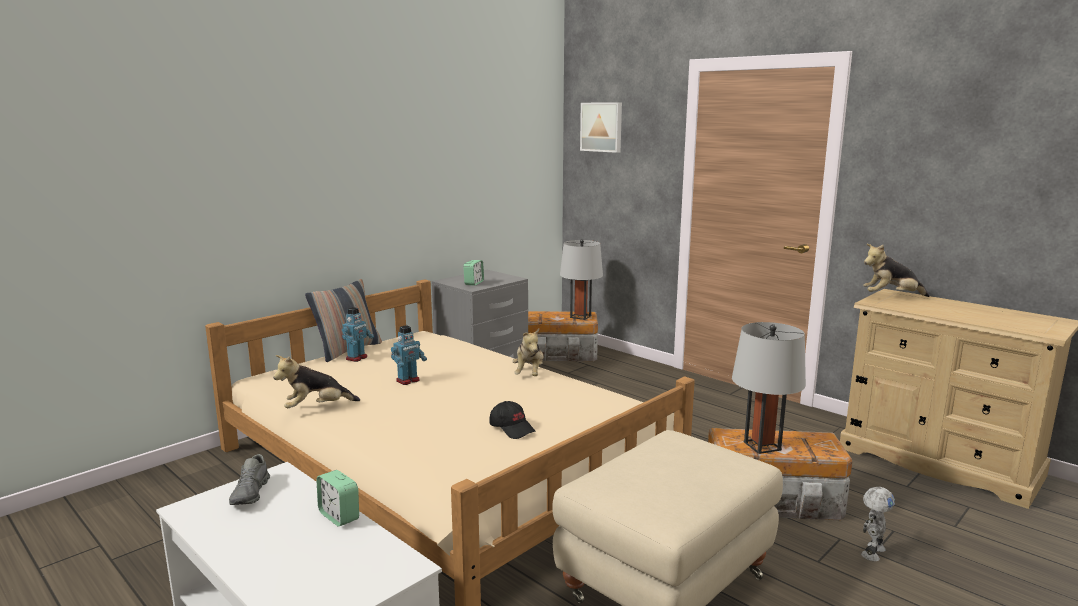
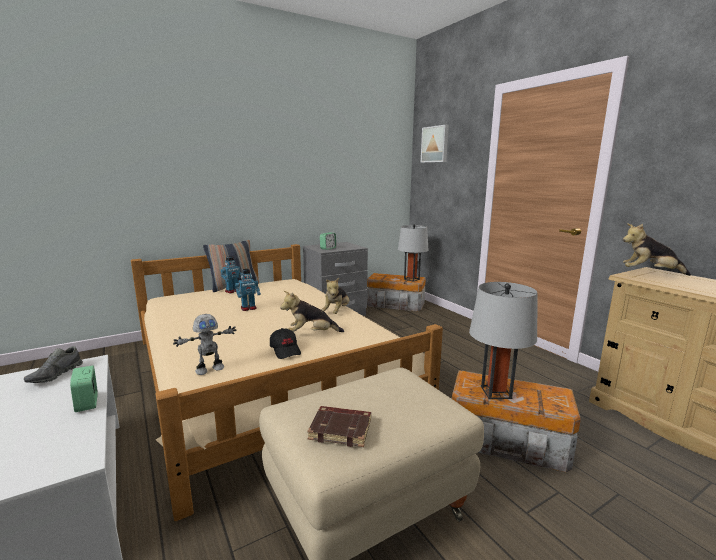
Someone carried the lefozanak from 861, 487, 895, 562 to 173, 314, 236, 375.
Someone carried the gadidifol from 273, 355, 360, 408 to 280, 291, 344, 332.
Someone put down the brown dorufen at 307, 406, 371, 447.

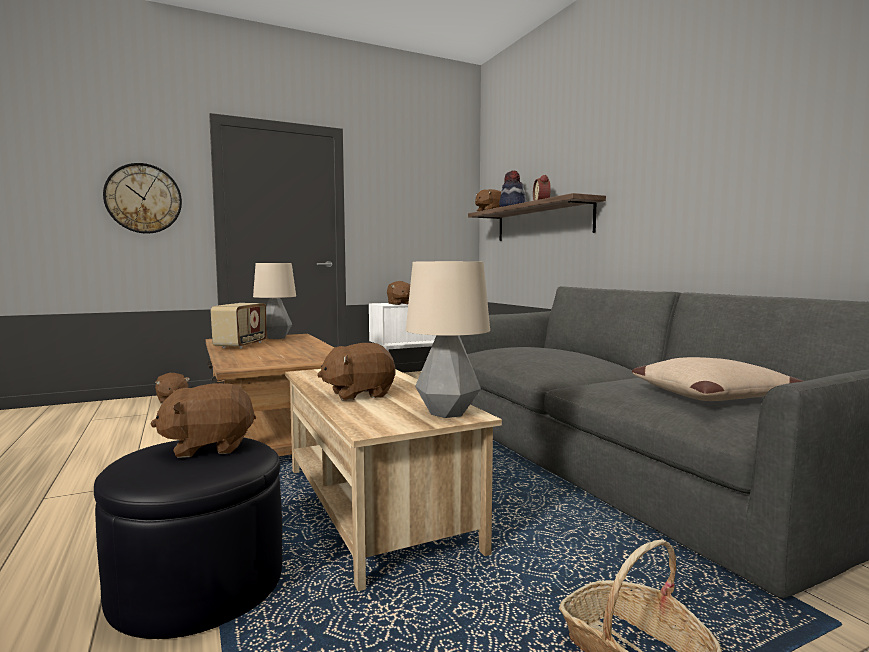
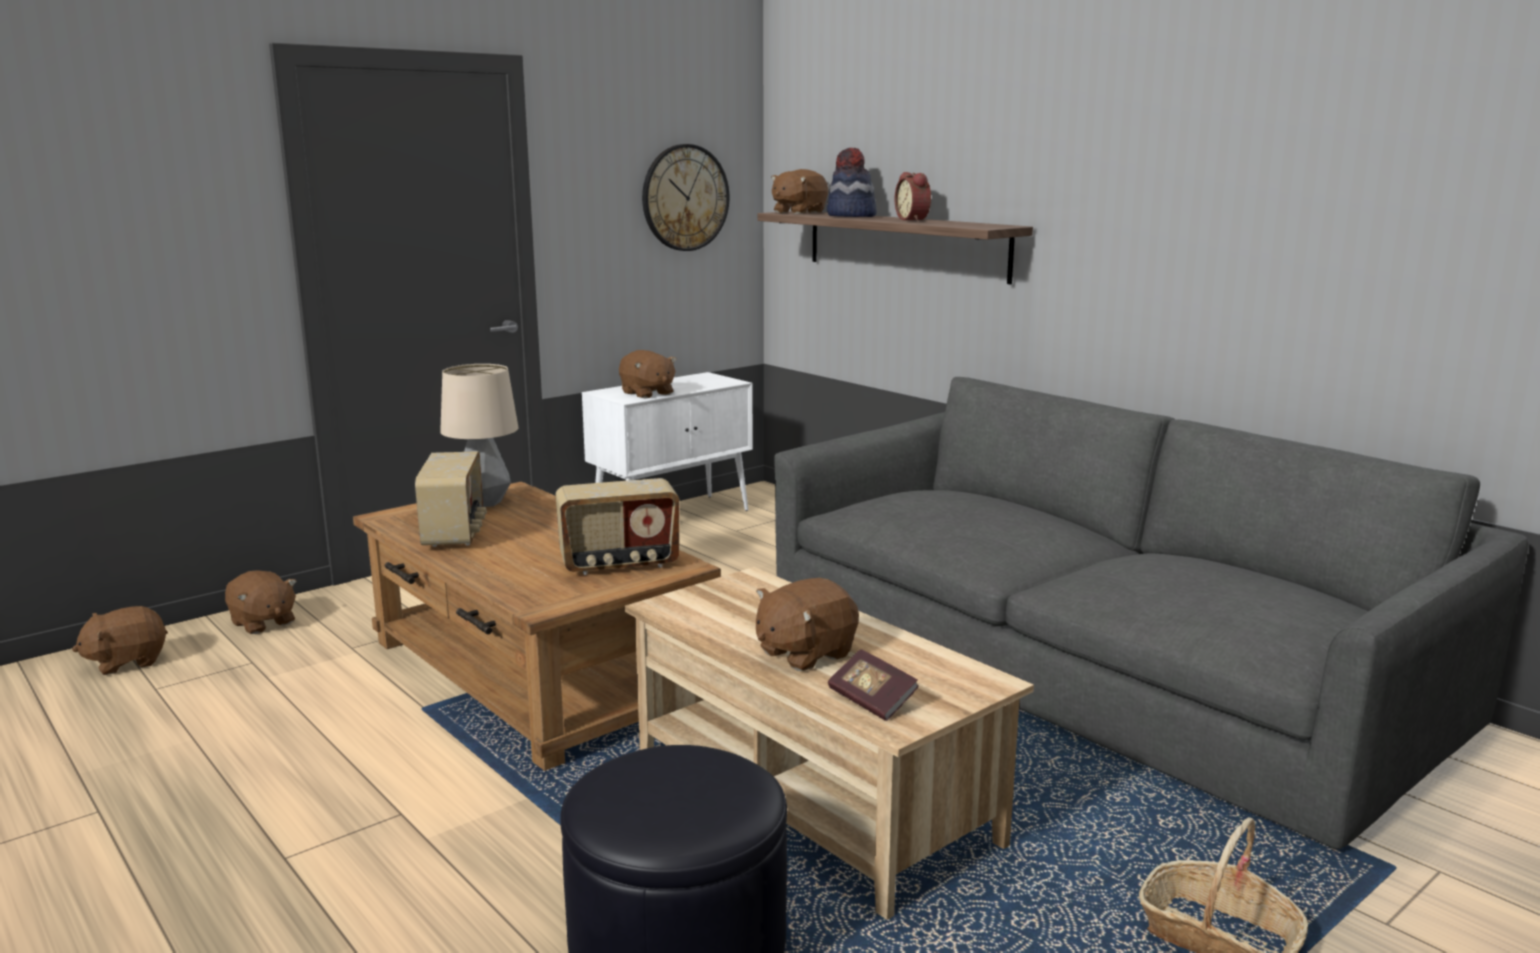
Someone carried the brown gadidifol from 151, 383, 256, 458 to 72, 606, 168, 675.
Someone put down the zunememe at 555, 478, 679, 575.
Someone carried the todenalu from 103, 163, 182, 234 to 642, 144, 729, 251.
Someone put down the dorufen at 828, 649, 919, 721.
Someone took away the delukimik at 406, 261, 490, 418.
Someone took away the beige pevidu at 632, 357, 803, 401.

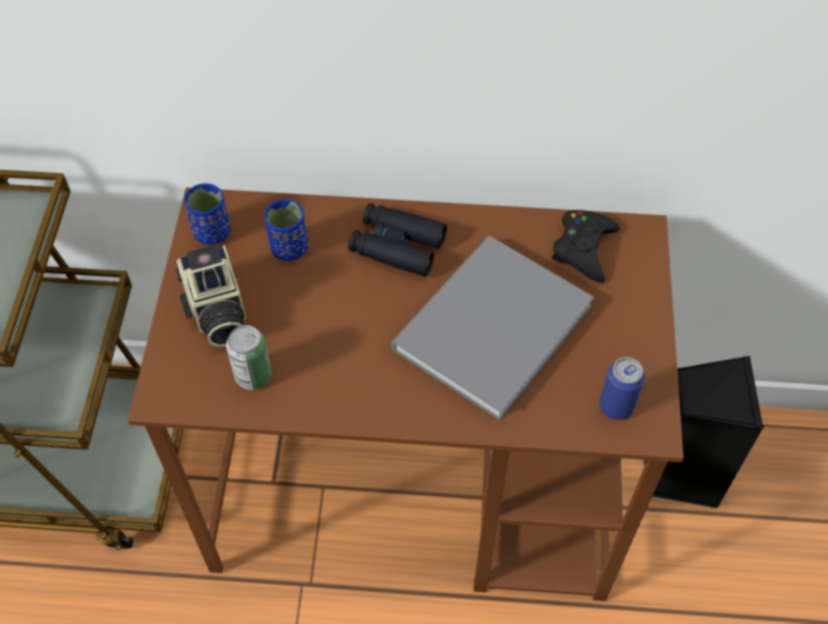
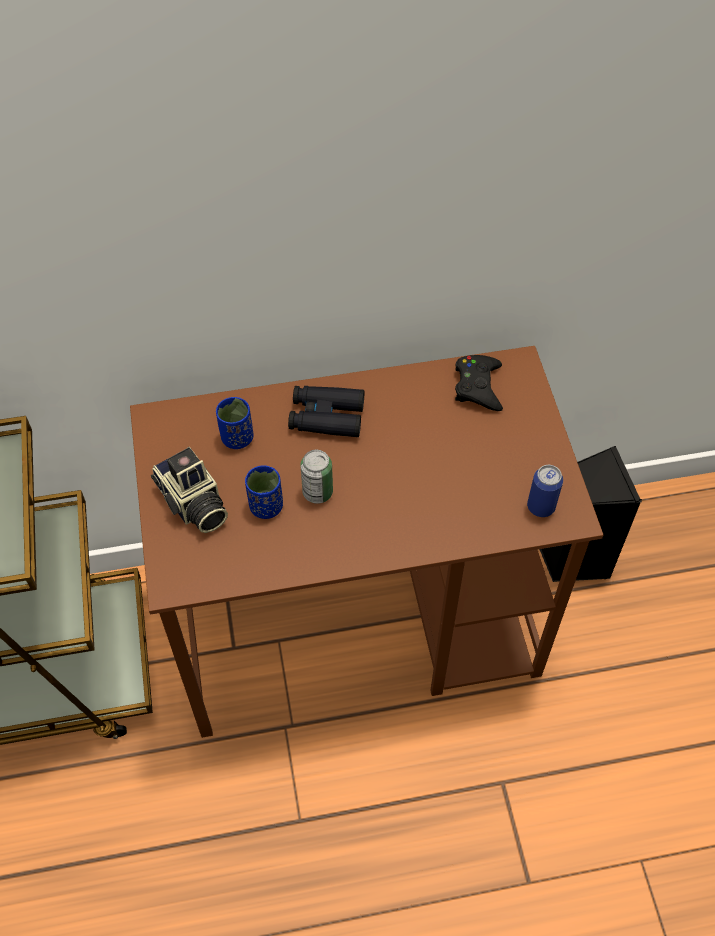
Someone carried the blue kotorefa from 184, 183, 230, 245 to 245, 465, 283, 519.
Someone carried the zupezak from 226, 325, 272, 390 to 300, 450, 333, 504.
Someone took away the grey dorufen at 391, 236, 594, 420.

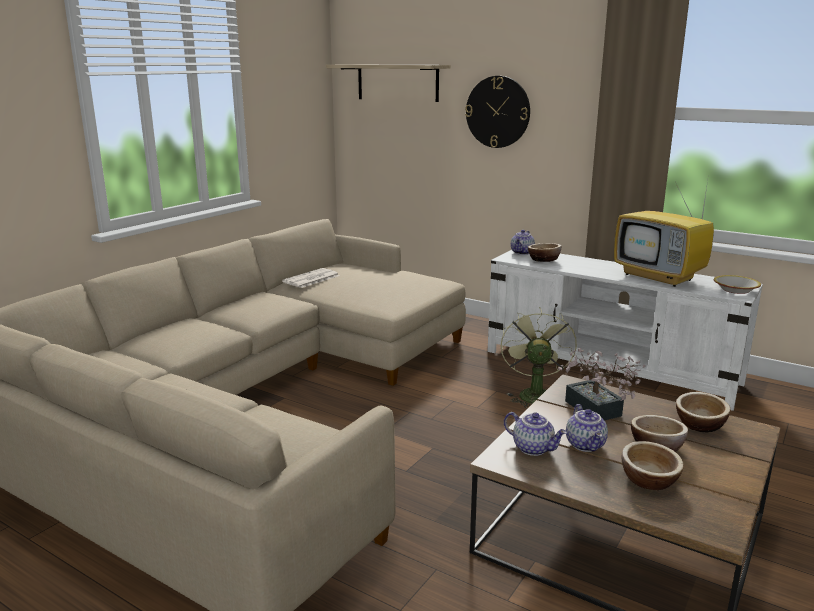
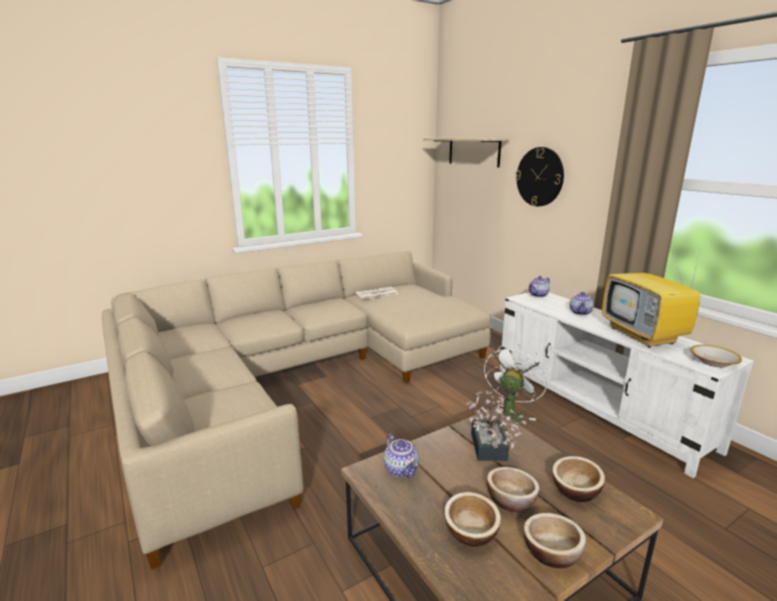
Someone repainted the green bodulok at 501, 307, 577, 409, which became the white bodulok at 484, 344, 548, 425.
Someone carried the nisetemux from 528, 243, 561, 262 to 523, 513, 586, 568.
Someone carried the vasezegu from 566, 404, 608, 452 to 570, 292, 594, 315.

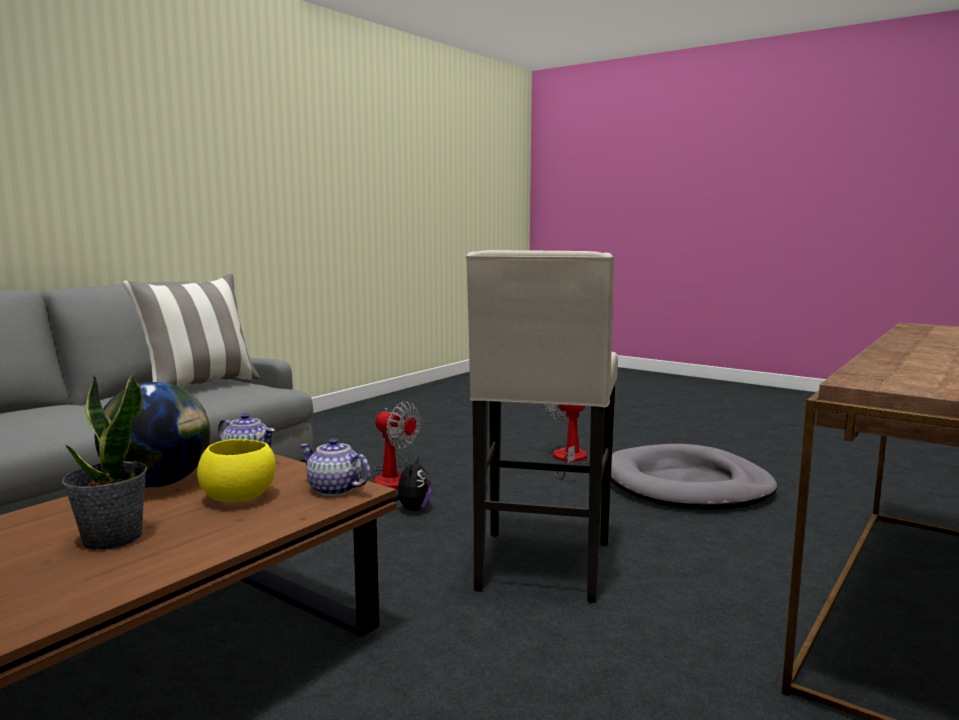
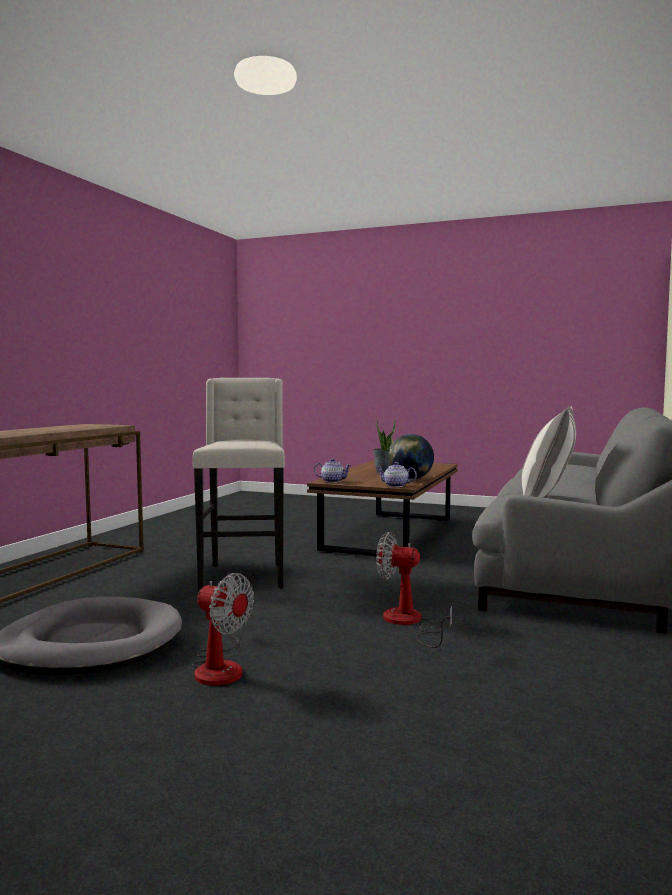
Someone took away the yellow nisetemux at 197, 439, 276, 503.
Someone took away the gadidifol at 392, 456, 432, 511.

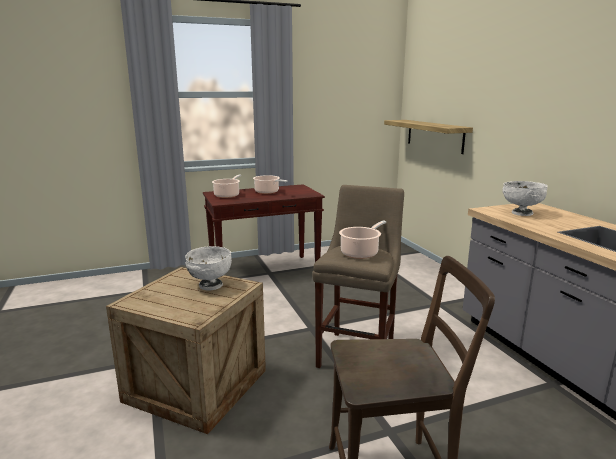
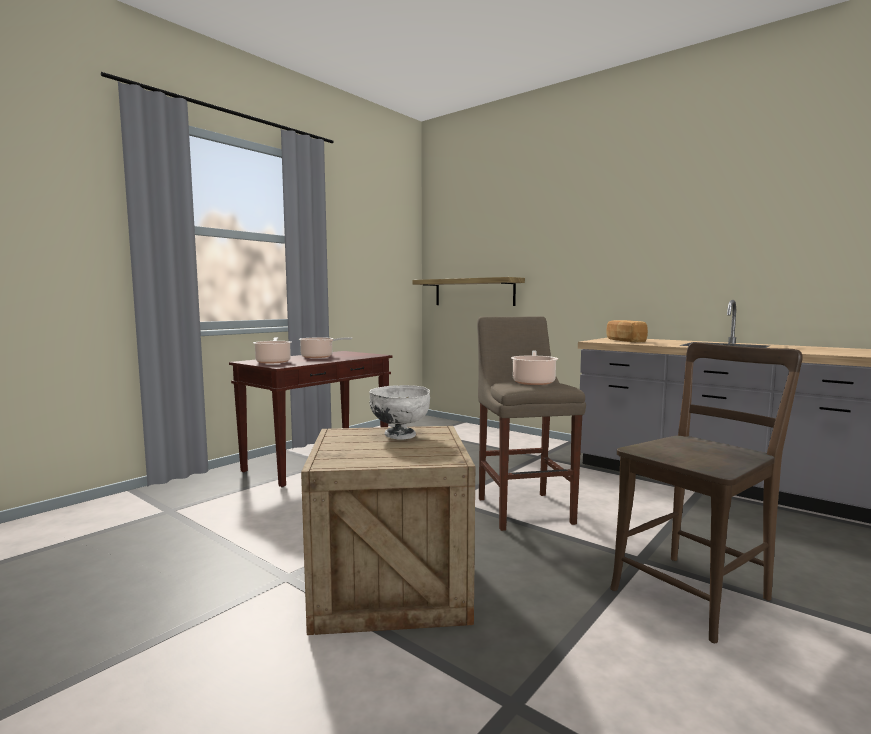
Someone swapped the white nisetemux at 502, 181, 548, 216 for the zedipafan at 606, 320, 648, 342.

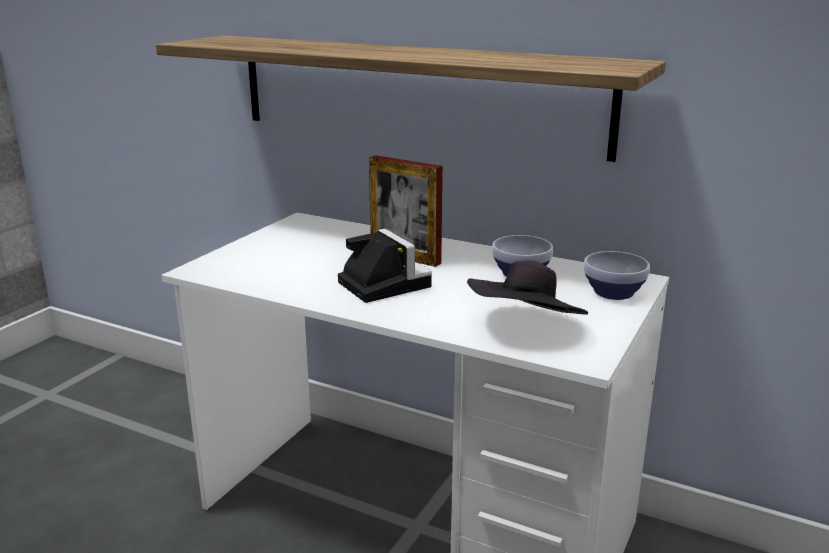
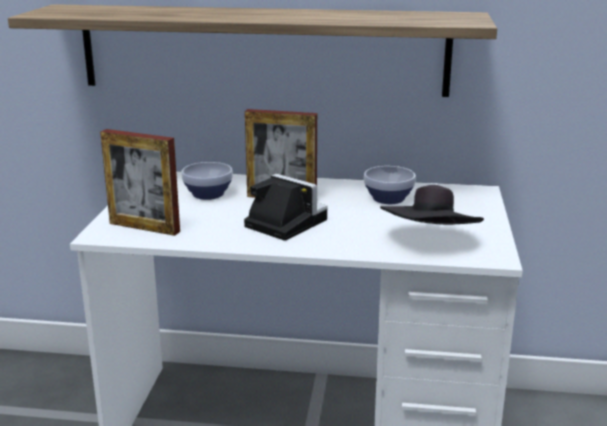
Someone put down the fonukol at 100, 129, 180, 236.
Someone carried the nisetemux from 584, 251, 650, 300 to 181, 162, 233, 200.

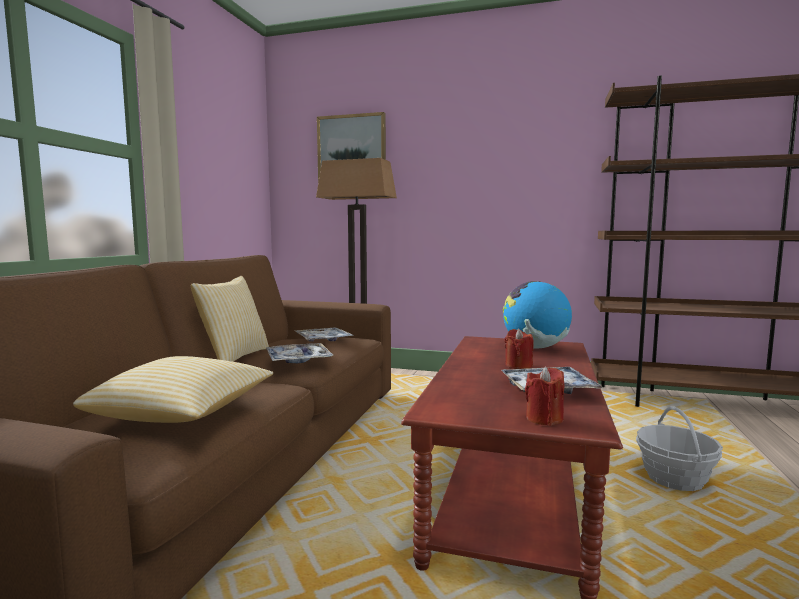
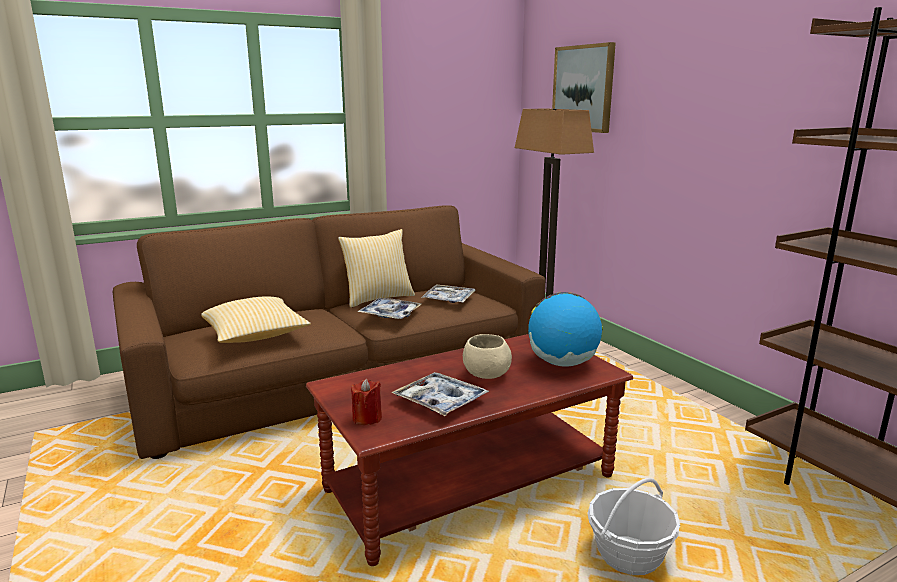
Someone swapped the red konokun at 504, 329, 534, 369 for the beige nisetemux at 463, 334, 512, 379.

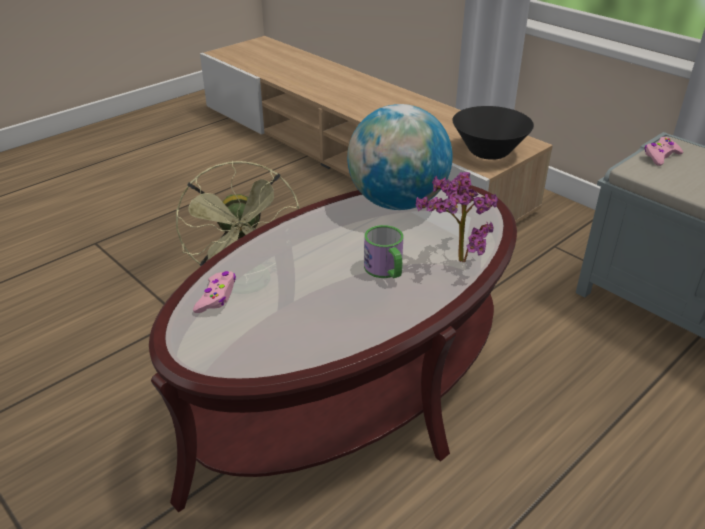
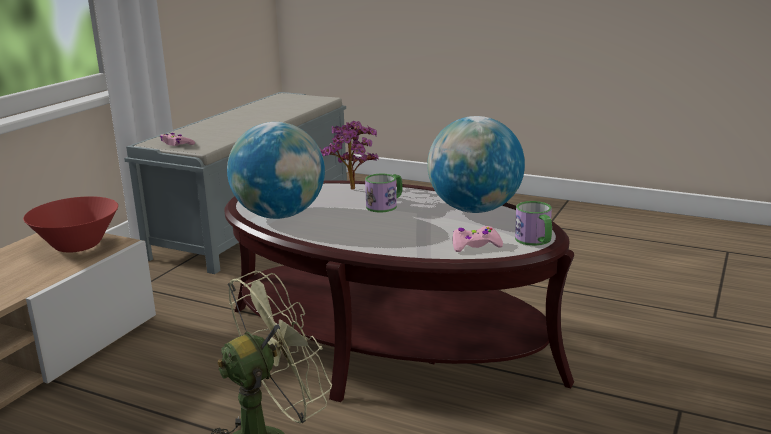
Someone repainted the black nisetemux at 452, 106, 534, 160, which became the red nisetemux at 23, 196, 118, 252.
Someone put down the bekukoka at 427, 116, 525, 213.
Someone put down the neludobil at 515, 201, 552, 246.

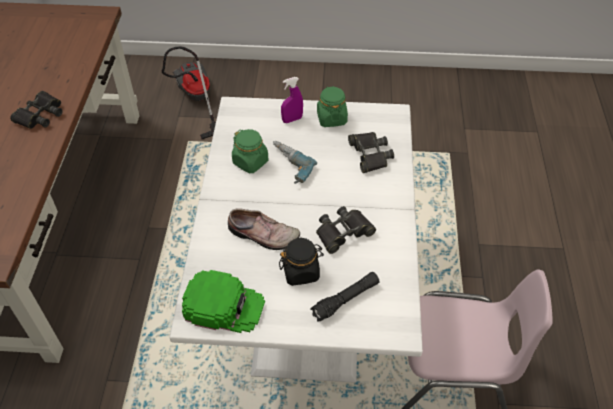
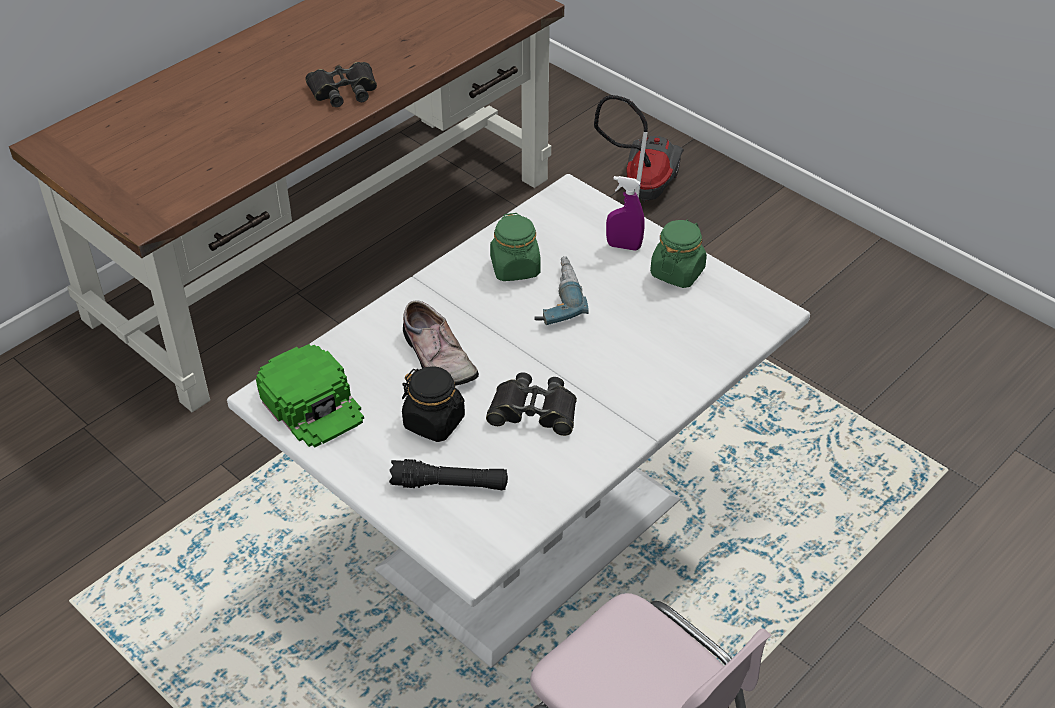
Someone took away the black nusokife at 348, 132, 394, 173.

